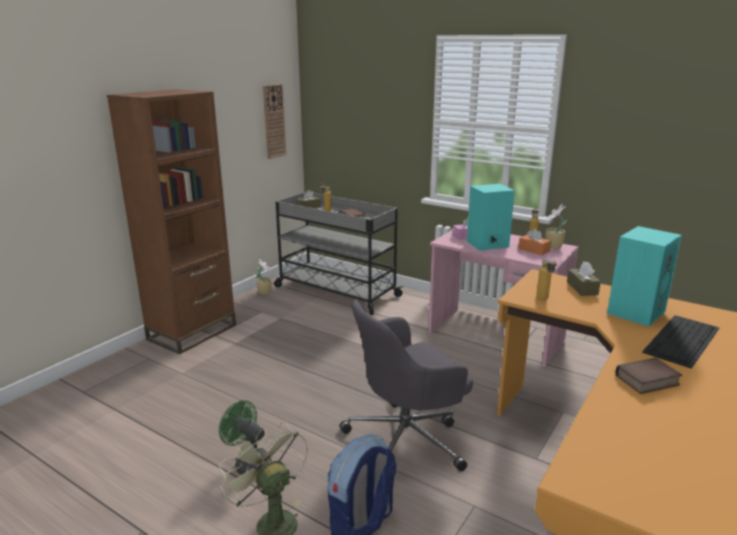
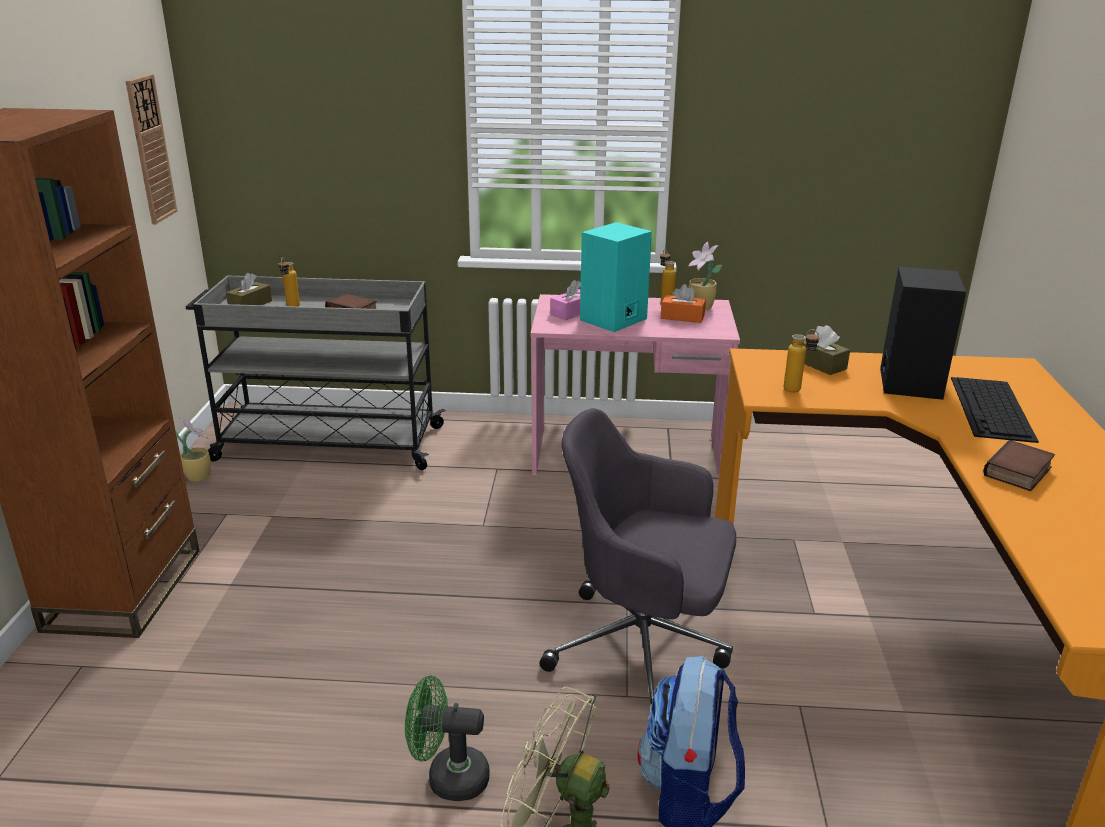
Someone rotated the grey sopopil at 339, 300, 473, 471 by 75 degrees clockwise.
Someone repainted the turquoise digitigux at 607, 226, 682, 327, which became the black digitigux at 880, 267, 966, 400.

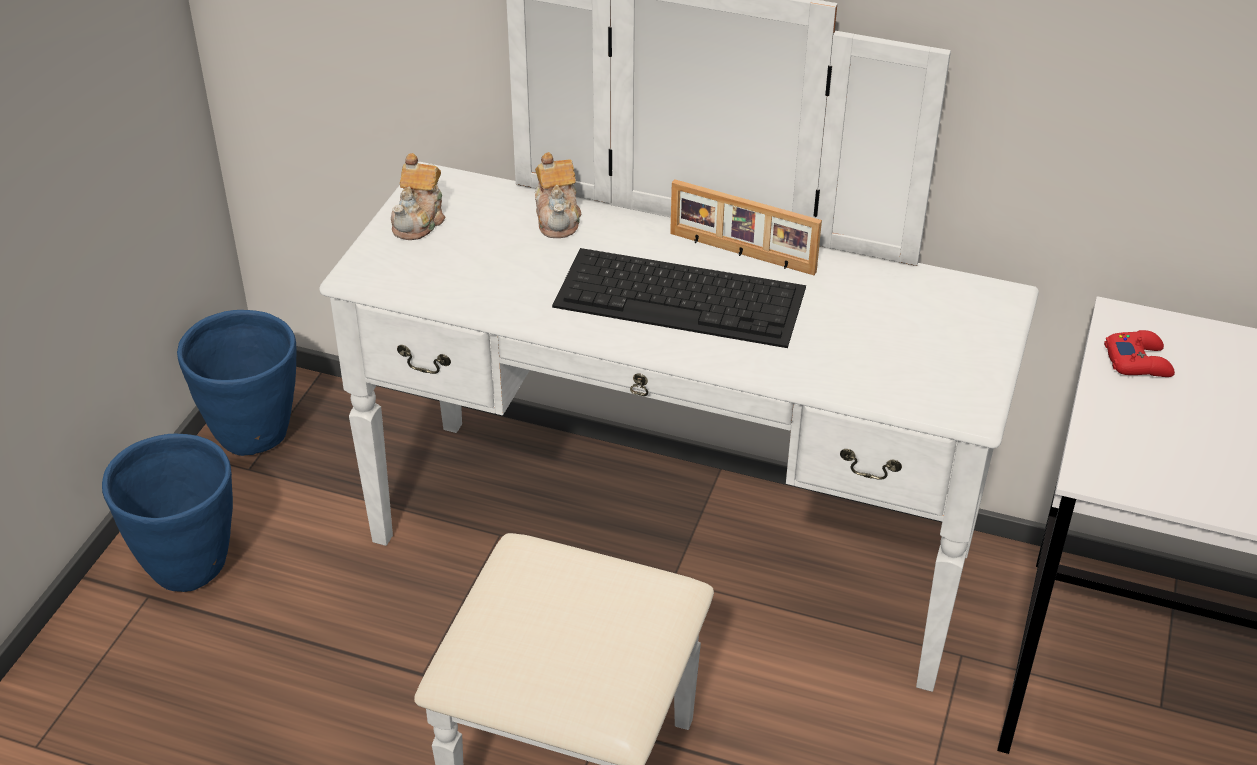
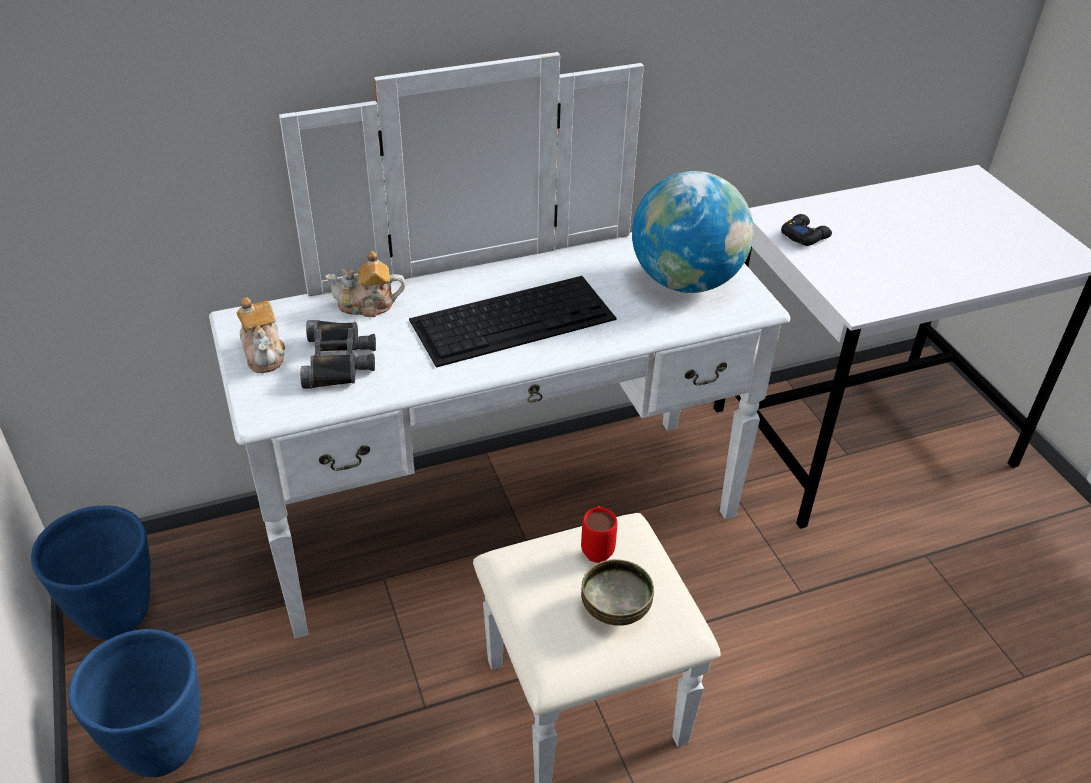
Someone put down the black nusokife at 300, 320, 376, 389.
Someone rotated the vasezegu at 535, 152, 581, 238 by 135 degrees clockwise.
Someone put down the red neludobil at 581, 506, 617, 563.
Someone put down the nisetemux at 581, 559, 654, 626.
Someone put down the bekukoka at 632, 171, 754, 293.
Someone repainted the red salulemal at 1104, 330, 1175, 377, which became the black salulemal at 781, 214, 832, 246.
Someone took away the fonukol at 670, 179, 822, 275.

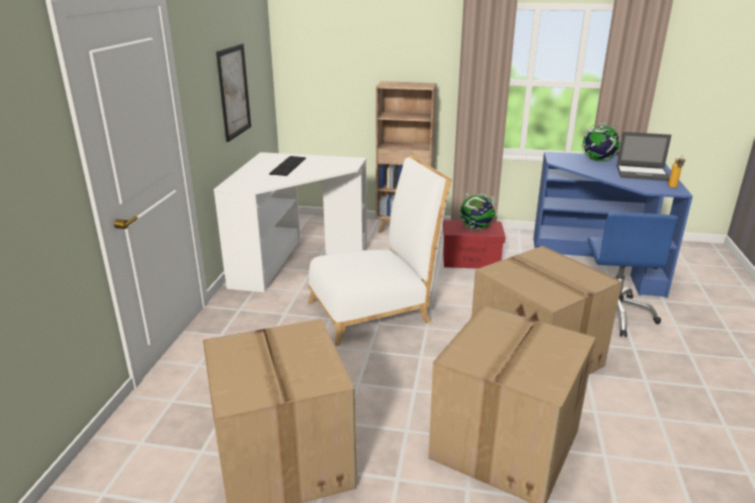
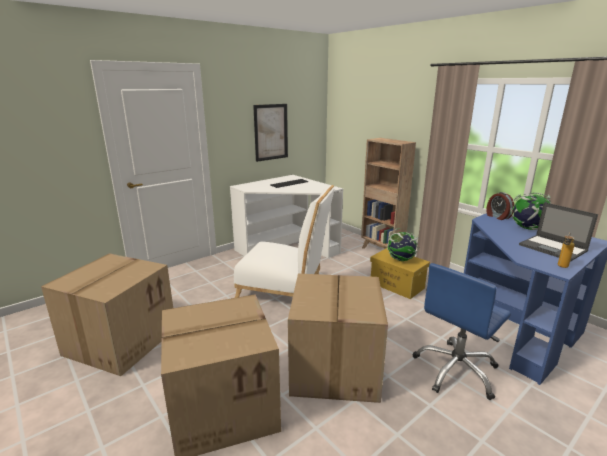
Someone repainted the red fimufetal at 443, 220, 506, 269, which became the yellow fimufetal at 370, 248, 430, 299.
Someone put down the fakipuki at 486, 192, 514, 220.

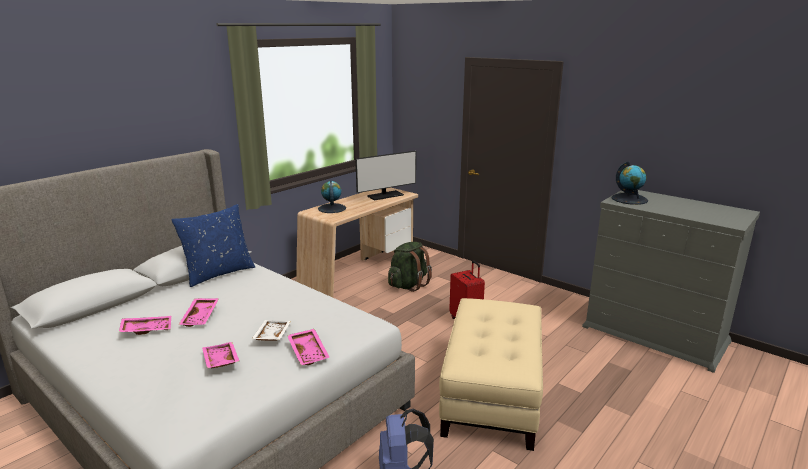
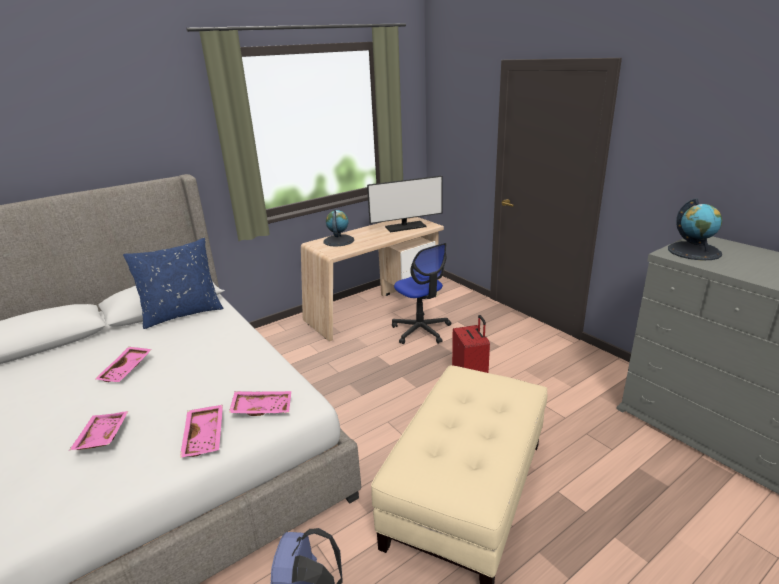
Someone carried the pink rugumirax from 119, 316, 171, 335 to 229, 391, 291, 416.
Someone swapped the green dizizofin at 388, 242, 432, 292 for the sopopil at 392, 243, 451, 344.
Someone took away the white rugumirax at 251, 320, 291, 341.

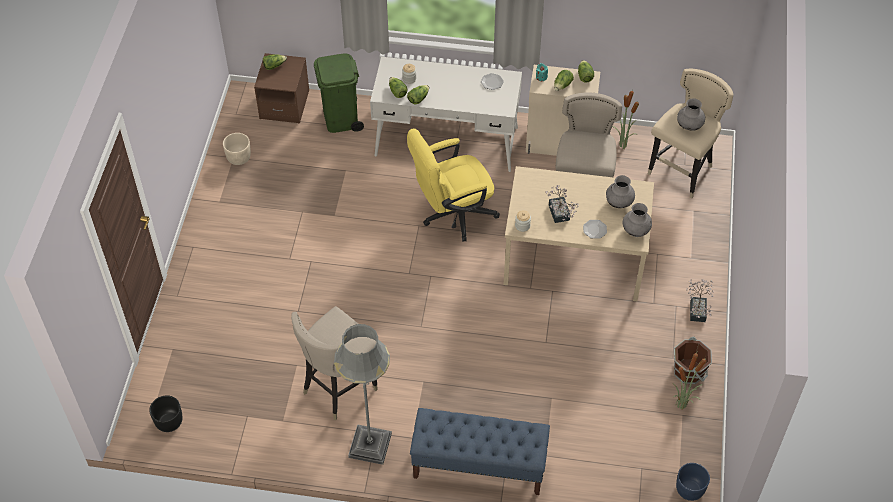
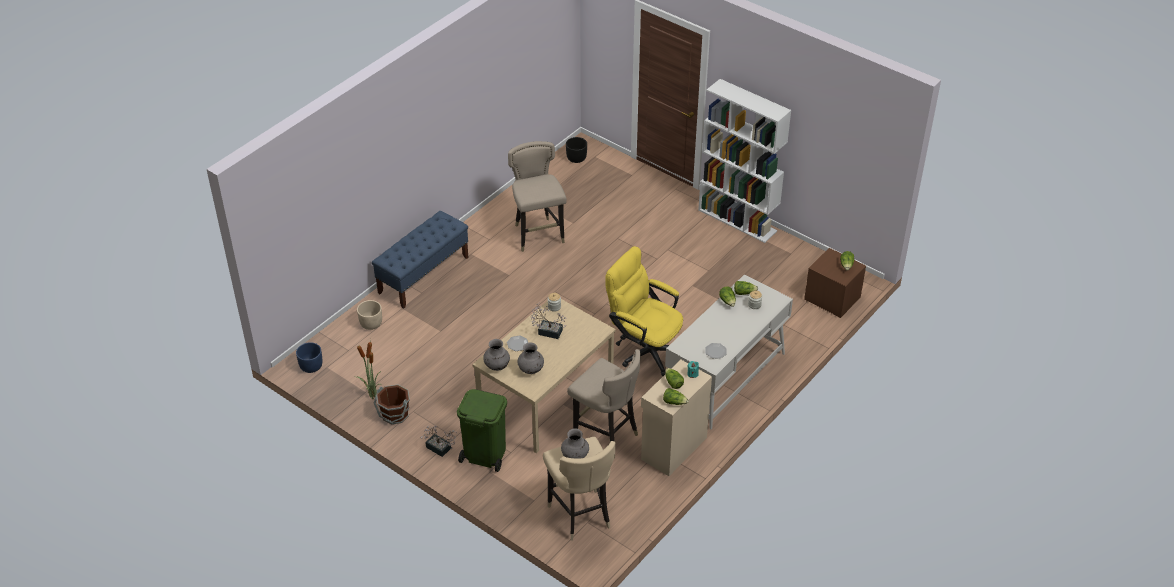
Someone carried the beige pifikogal from 223, 133, 251, 165 to 357, 300, 382, 330.
Someone carried the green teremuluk from 314, 53, 364, 133 to 457, 389, 507, 472.
Someone rotated the yellow sopopil at 407, 128, 500, 242 by 60 degrees counterclockwise.
Someone put down the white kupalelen at 698, 79, 791, 243.
Someone took away the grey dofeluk at 334, 324, 392, 465.
Someone took away the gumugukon at 612, 90, 639, 149.

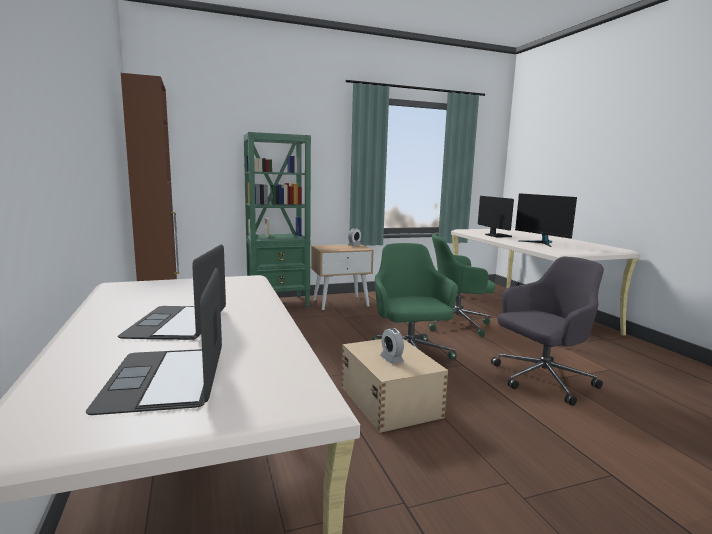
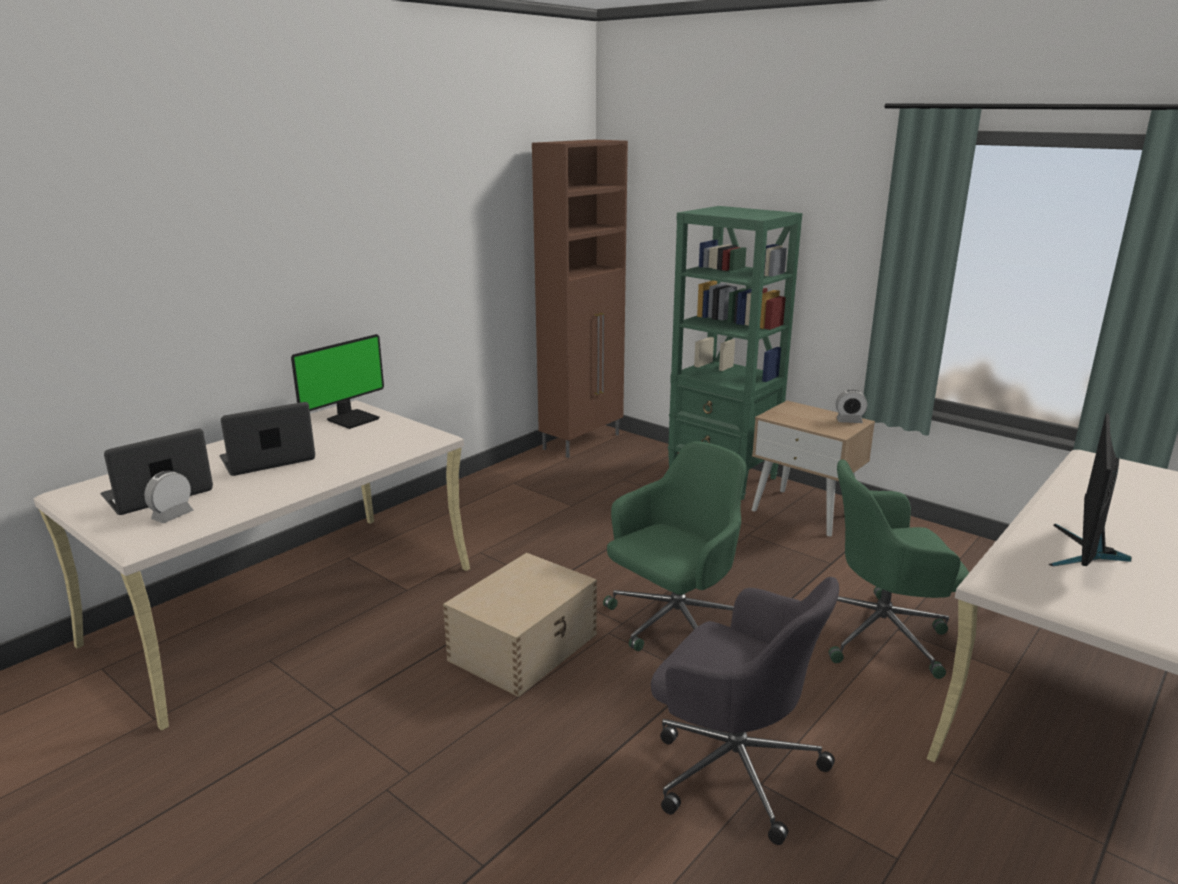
Someone carried the fakipuki from 380, 328, 404, 364 to 144, 470, 193, 523.
Someone carried the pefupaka from 478, 196, 514, 238 to 291, 334, 384, 429.
Someone rotated the green sopopil at 429, 234, 495, 337 by 60 degrees counterclockwise.

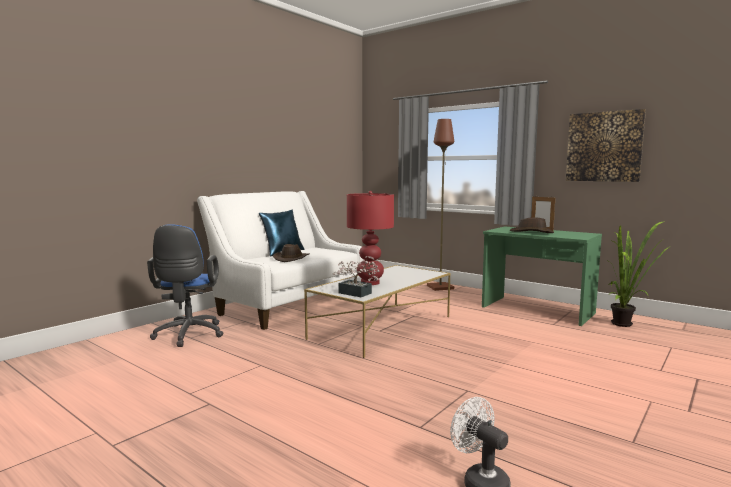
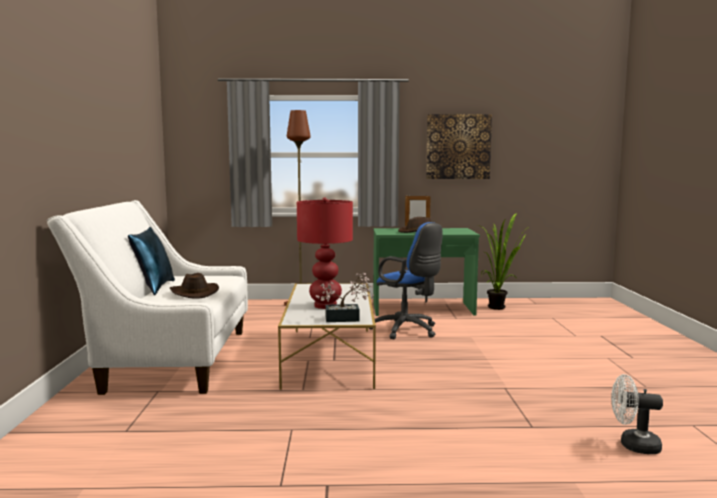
Someone carried the blue sopopil from 147, 224, 223, 347 to 369, 222, 443, 340.

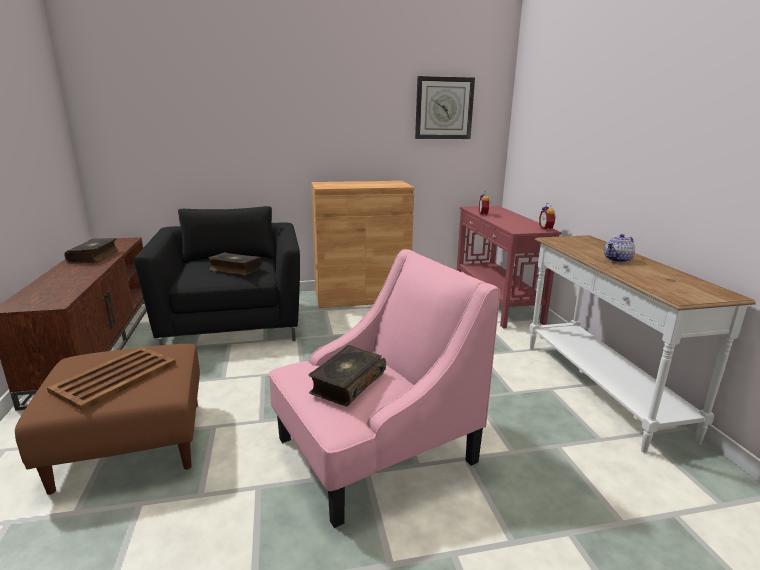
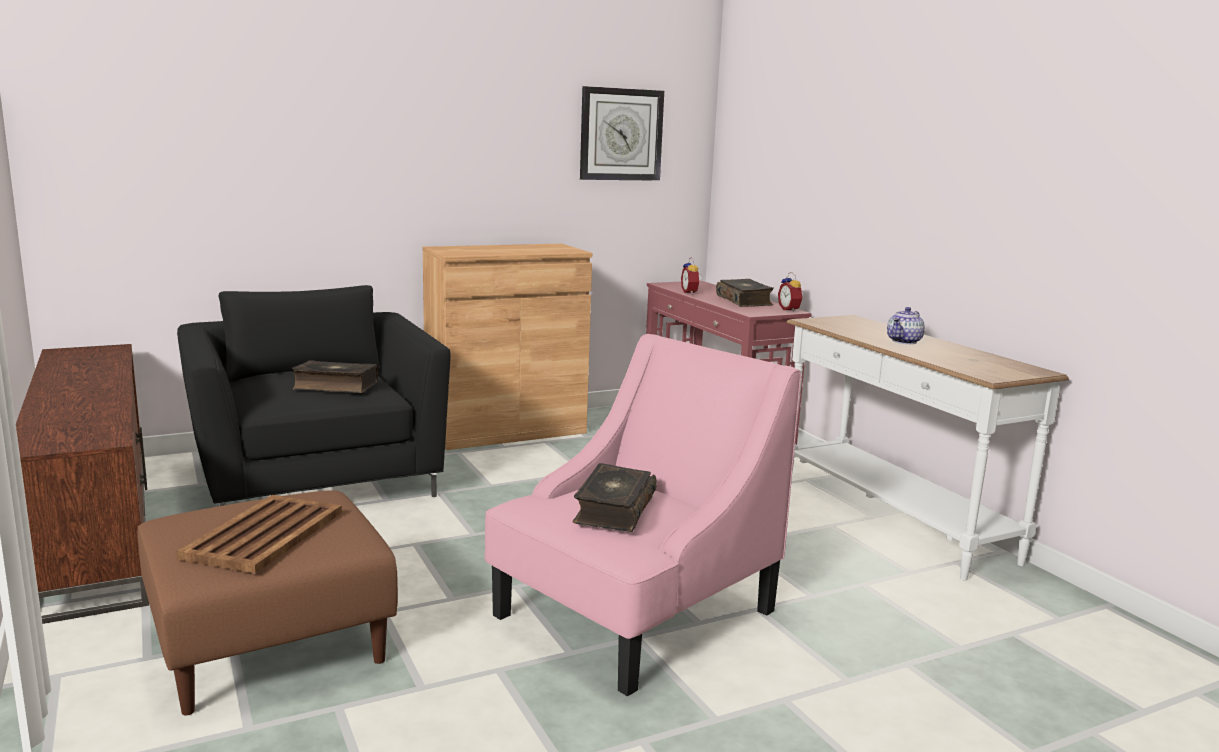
Someone carried the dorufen from 64, 238, 119, 263 to 716, 279, 774, 307.

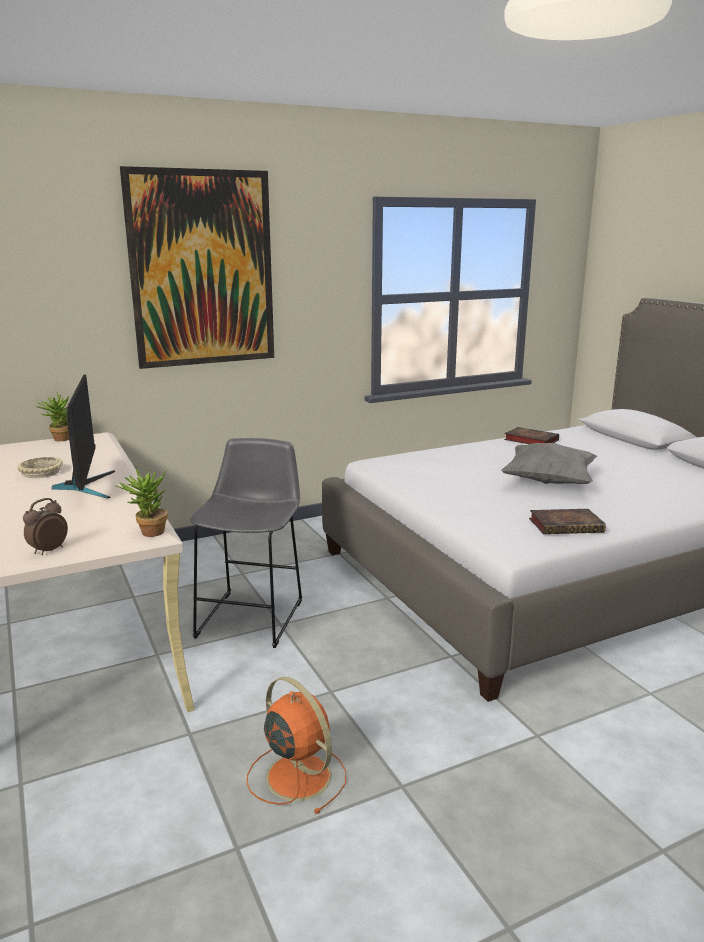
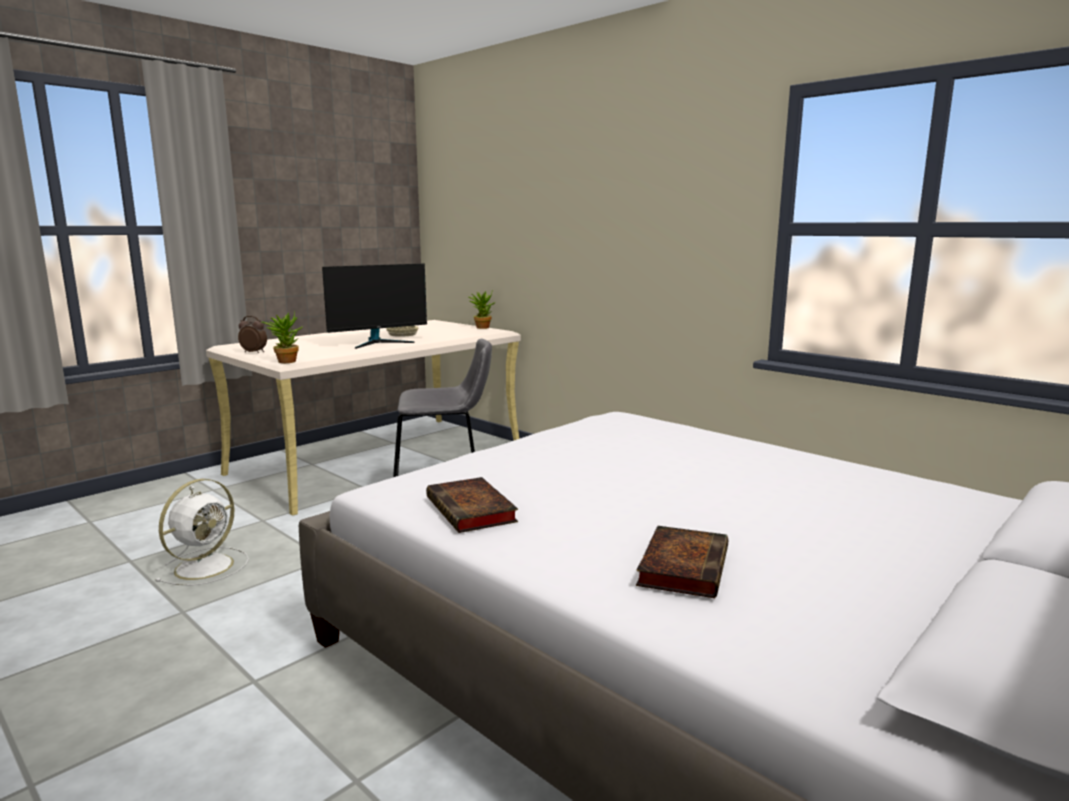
Someone repainted the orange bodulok at 247, 677, 346, 814, which became the white bodulok at 156, 479, 249, 586.
Someone carried the dorufen from 504, 427, 559, 444 to 636, 526, 728, 598.
Someone took away the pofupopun at 120, 166, 274, 369.
Someone took away the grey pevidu at 501, 443, 597, 484.

